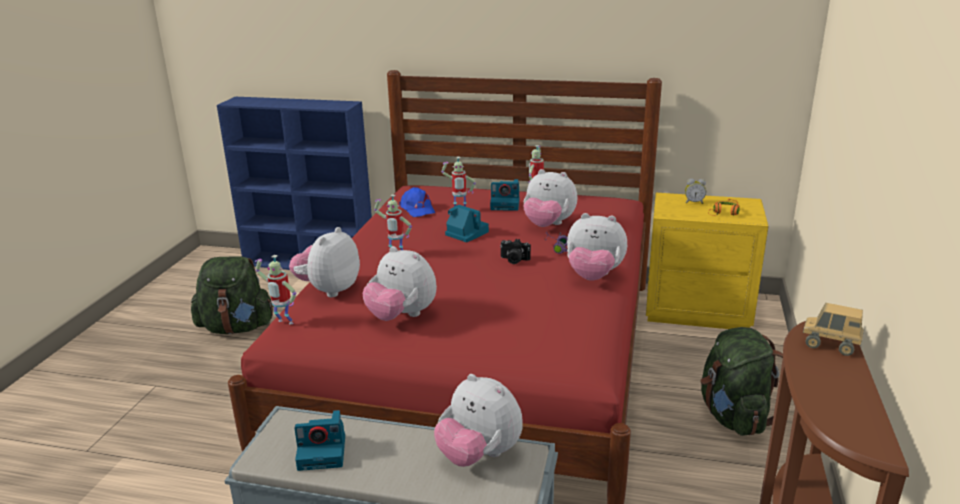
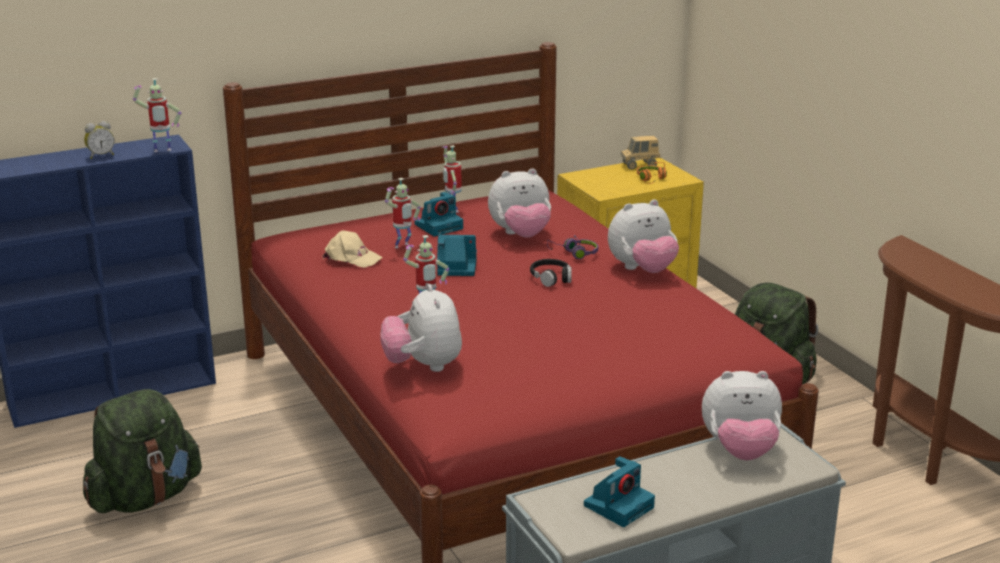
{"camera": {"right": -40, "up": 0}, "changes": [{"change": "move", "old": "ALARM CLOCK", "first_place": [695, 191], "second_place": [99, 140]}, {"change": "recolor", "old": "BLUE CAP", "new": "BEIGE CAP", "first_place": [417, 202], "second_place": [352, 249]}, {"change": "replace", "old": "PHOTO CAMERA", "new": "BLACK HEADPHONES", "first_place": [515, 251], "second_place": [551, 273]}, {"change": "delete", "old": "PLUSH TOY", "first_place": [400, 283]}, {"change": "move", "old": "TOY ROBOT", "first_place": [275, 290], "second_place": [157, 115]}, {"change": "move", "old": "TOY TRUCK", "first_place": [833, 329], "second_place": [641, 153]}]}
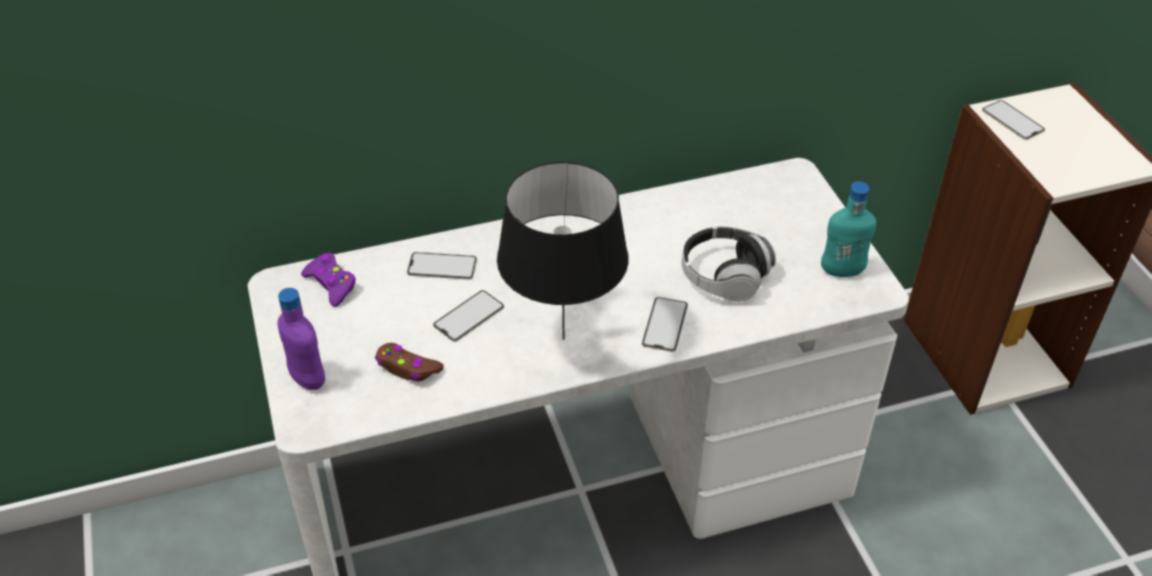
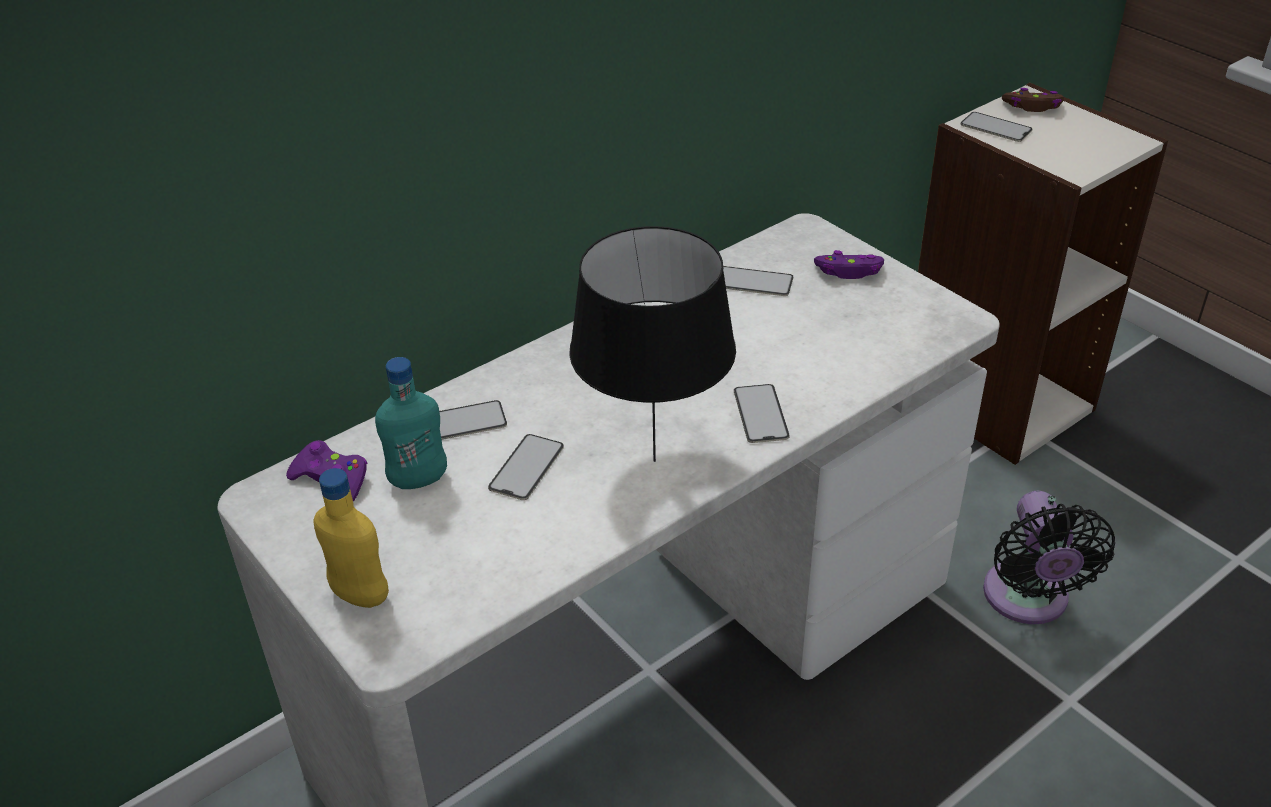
{"camera": {"right": -20, "up": -5}, "changes": [{"change": "move", "old": "TURQUOISE BOTTLE", "first_place": [849, 229], "second_place": [411, 423]}, {"change": "delete", "old": "HEADPHONES", "first_place": [729, 264]}, {"change": "recolor", "old": "PURPLE BOTTLE", "new": "YELLOW BOTTLE", "first_place": [301, 339], "second_place": [351, 538]}, {"change": "move", "old": "BROWN GAME CONTROLLER", "first_place": [409, 362], "second_place": [1033, 100]}, {"change": "insert", "new": "PURPLE GAME CONTROLLER", "second_place": [849, 264]}, {"change": "insert", "new": "PHONE", "second_place": [758, 281]}, {"change": "insert", "new": "BLACK FAN", "second_place": [1049, 557]}]}
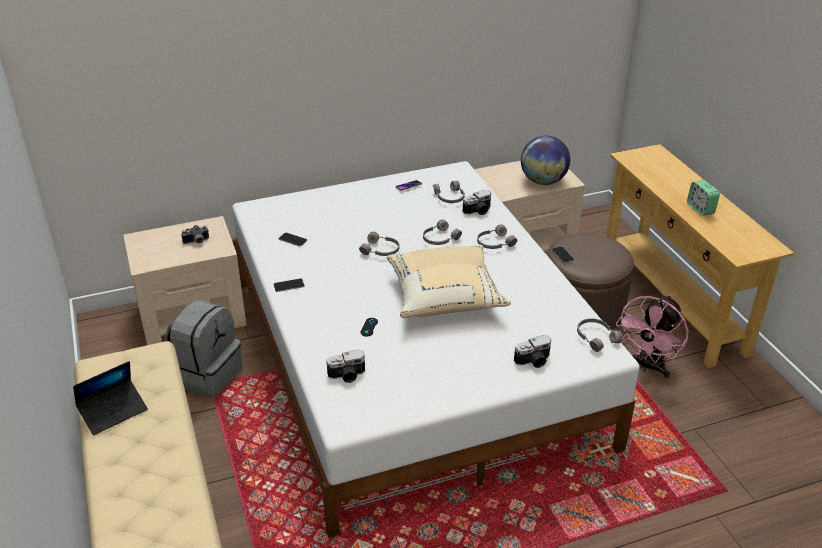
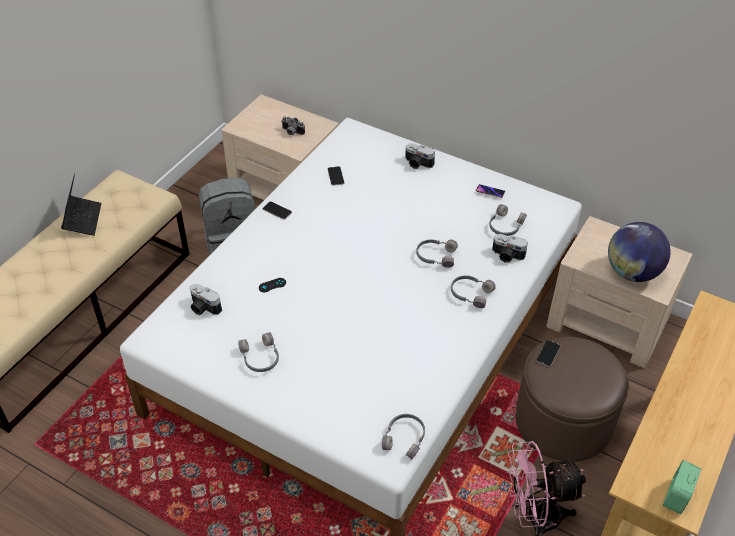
{"camera": {"right": 50, "up": 10}, "changes": [{"change": "move", "old": "ALARM CLOCK", "first_place": [703, 198], "second_place": [682, 487]}, {"change": "move", "old": "GREY HEADPHONES", "first_place": [379, 244], "second_place": [258, 352]}, {"change": "delete", "old": "BEIGE PILLOW", "first_place": [449, 281]}, {"change": "move", "old": "PHOTO CAMERA", "first_place": [532, 351], "second_place": [420, 156]}, {"change": "rotate", "old": "LAPTOP", "first_place": [110, 398], "second_place": [81, 205], "degrees": -105}]}
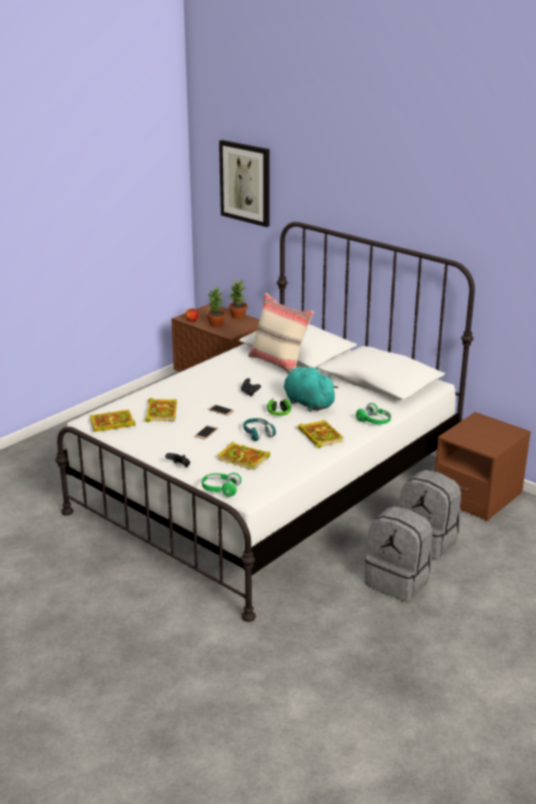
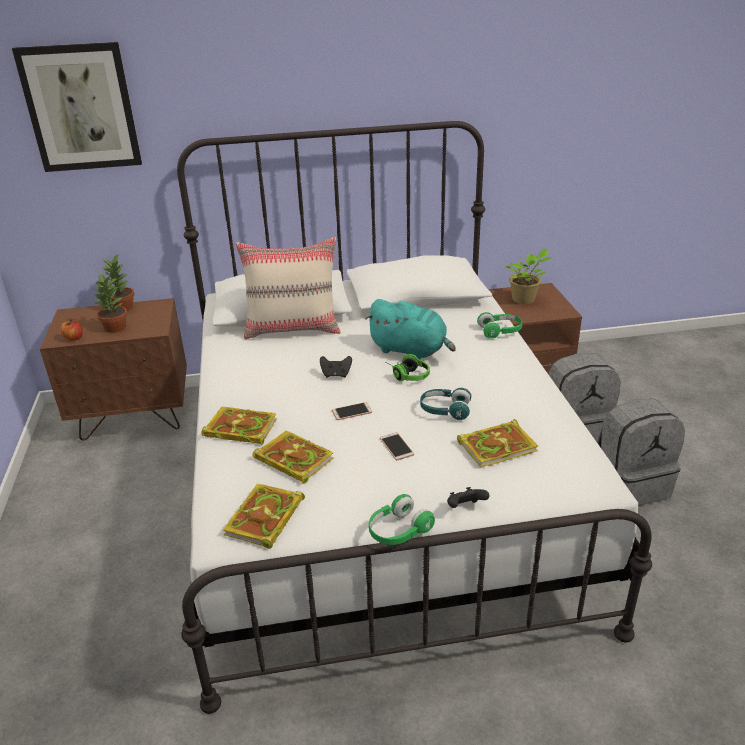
{"camera": {"right": -50, "up": 5}, "changes": [{"change": "rotate", "old": "TURQUOISE PLUSH TOY", "first_place": [311, 389], "second_place": [410, 329], "degrees": -150}, {"change": "move", "old": "BOOK", "first_place": [321, 434], "second_place": [239, 425]}, {"change": "move", "old": "GREEN HEADPHONES", "first_place": [221, 485], "second_place": [402, 519]}, {"change": "insert", "new": "POTTED PLANT", "second_place": [528, 276]}]}
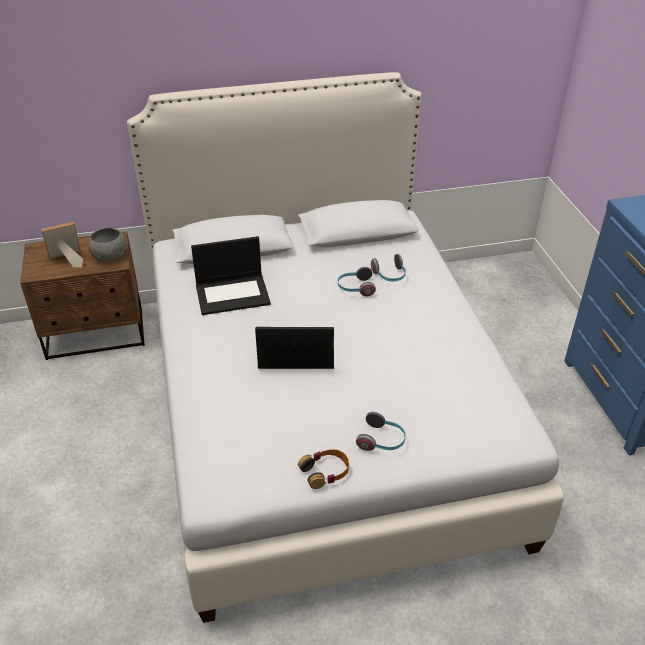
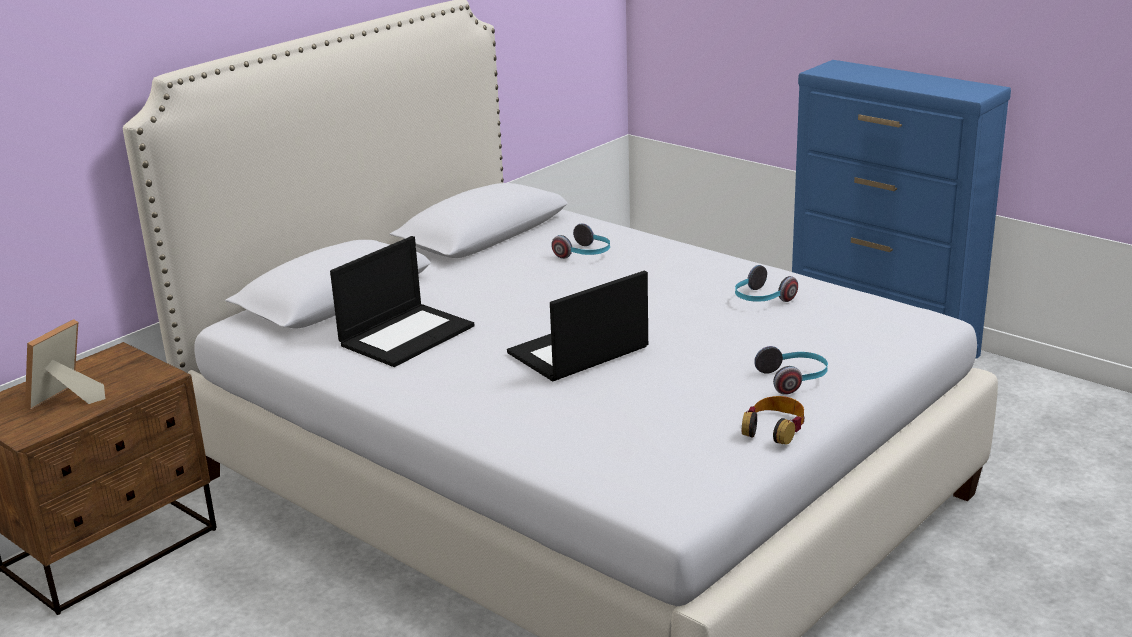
{"camera": {"right": -35, "up": -15}, "changes": [{"change": "delete", "old": "GREY BOWL", "first_place": [107, 244]}, {"change": "move", "old": "HEADPHONES", "first_place": [357, 281], "second_place": [766, 283]}]}
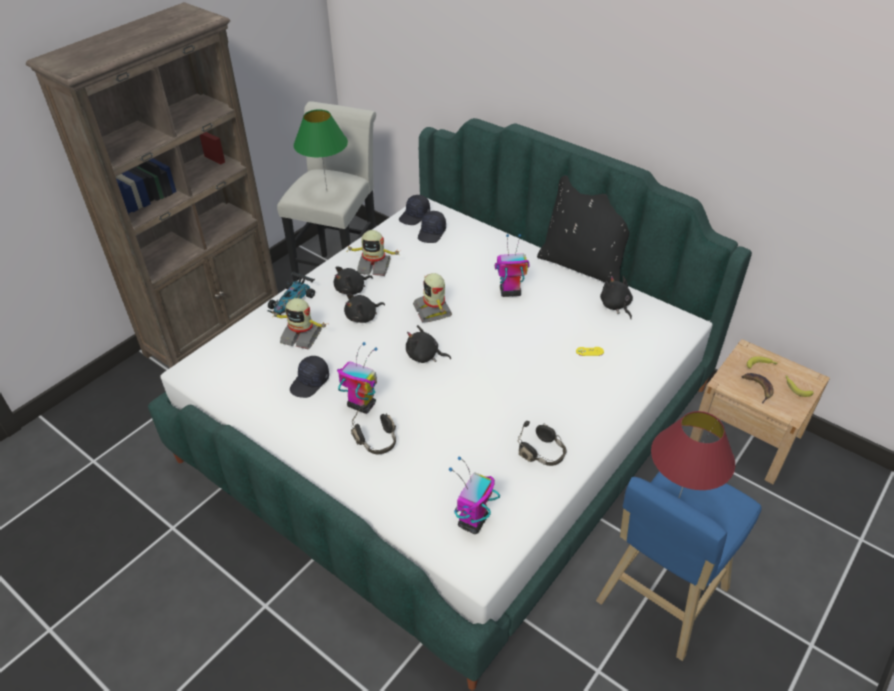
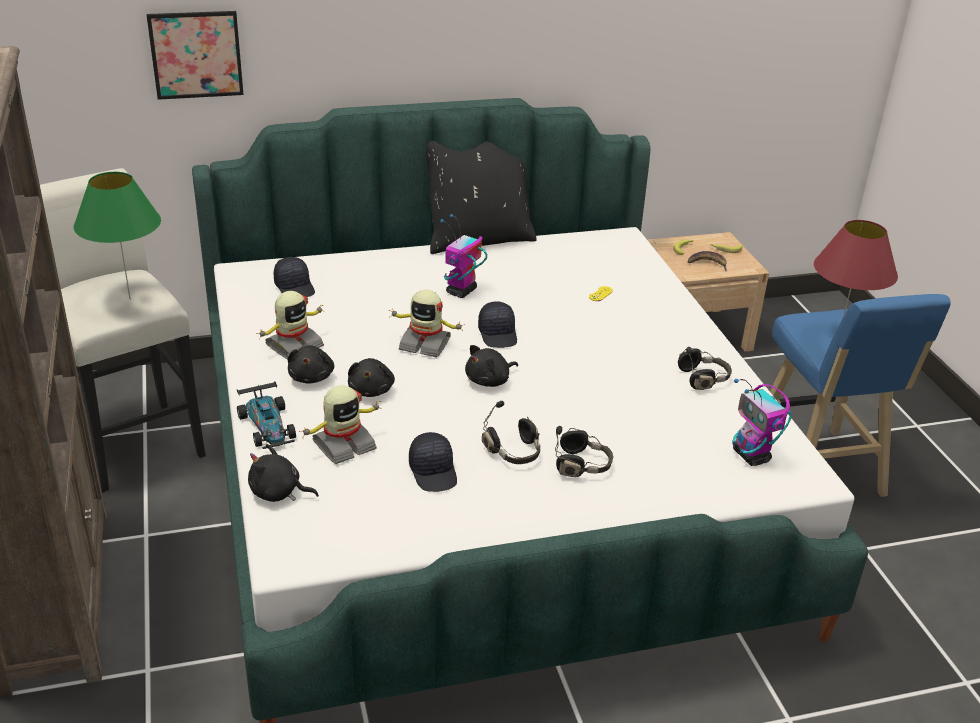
{"camera": {"right": -55, "up": -10}, "changes": [{"change": "move", "old": "BLACK CAP", "first_place": [414, 210], "second_place": [497, 324]}, {"change": "move", "old": "BLACK PLUSH TOY", "first_place": [616, 297], "second_place": [283, 473]}, {"change": "replace", "old": "TOY ROBOT", "new": "BLACK HEADPHONES", "first_place": [357, 378], "second_place": [511, 432]}, {"change": "insert", "new": "PICTURE", "second_place": [195, 55]}]}
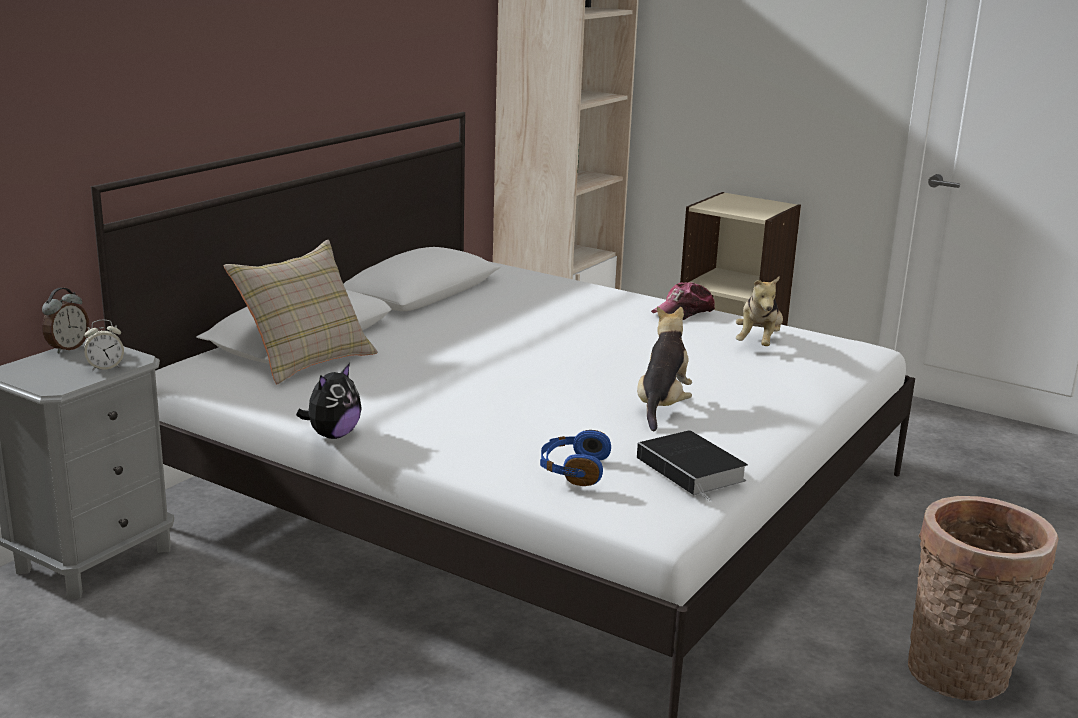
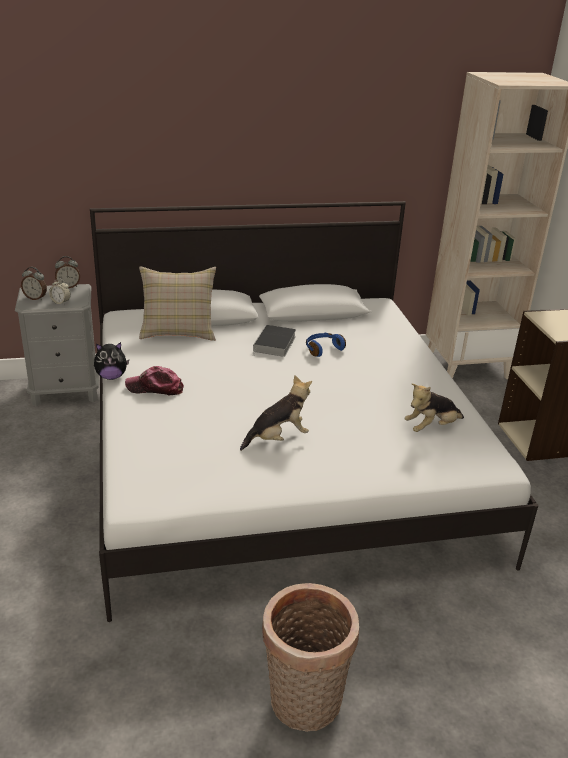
{"camera": {"right": 45, "up": 10}, "changes": [{"change": "move", "old": "CAP", "first_place": [683, 301], "second_place": [154, 380]}, {"change": "move", "old": "BLUE HEADPHONES", "first_place": [575, 458], "second_place": [326, 345]}, {"change": "move", "old": "BOOK", "first_place": [692, 466], "second_place": [274, 341]}, {"change": "insert", "new": "ALARM CLOCK", "second_place": [34, 283]}]}
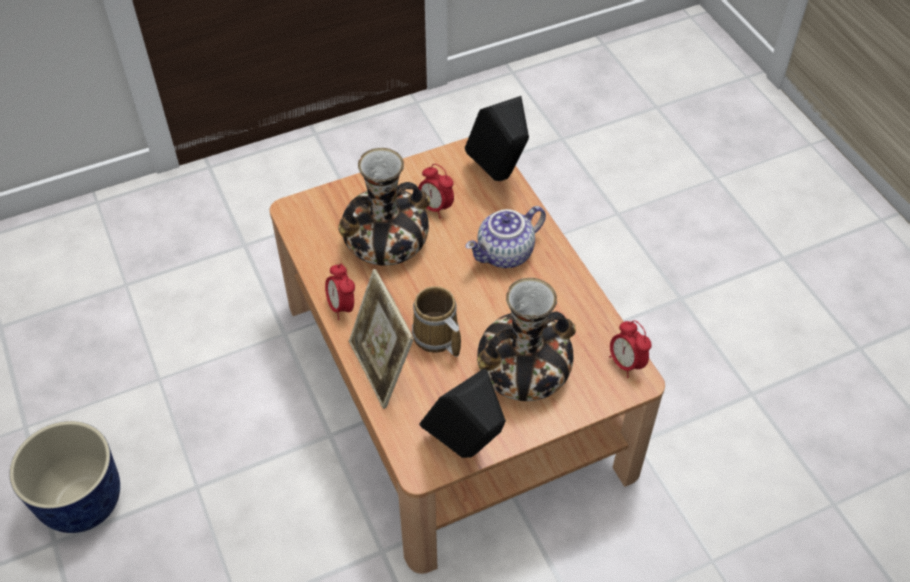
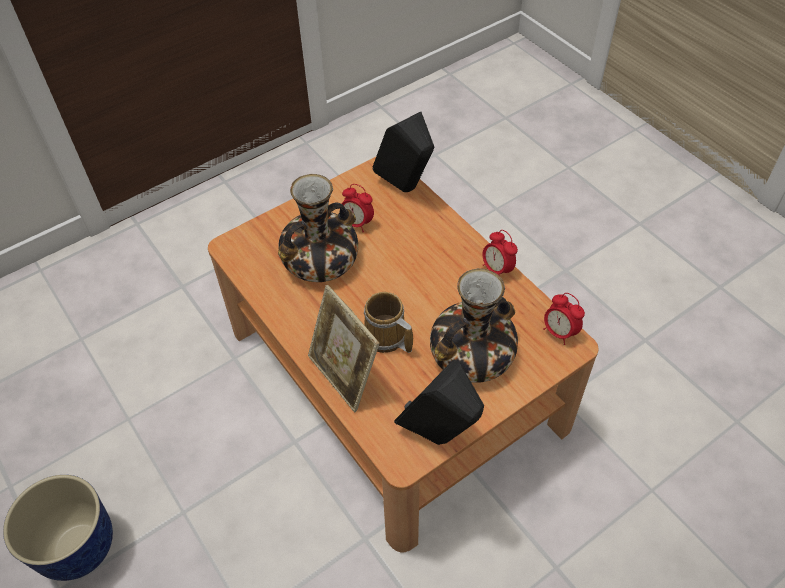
{"camera": {"right": -10, "up": 0}, "changes": [{"change": "delete", "old": "TEAPOT", "first_place": [506, 237]}, {"change": "move", "old": "ALARM CLOCK", "first_place": [340, 291], "second_place": [500, 253]}]}
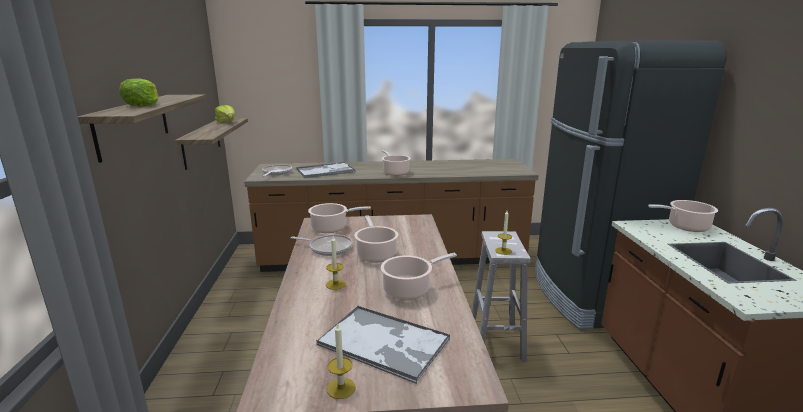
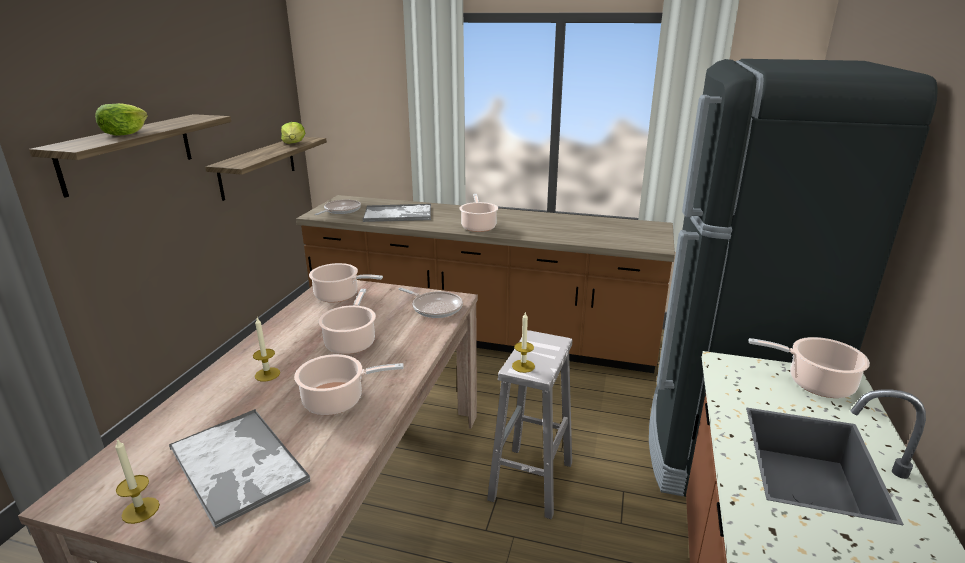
{"camera": {"right": 20, "up": 5}, "changes": [{"change": "move", "old": "FRYING PAN", "first_place": [322, 245], "second_place": [430, 303]}]}
